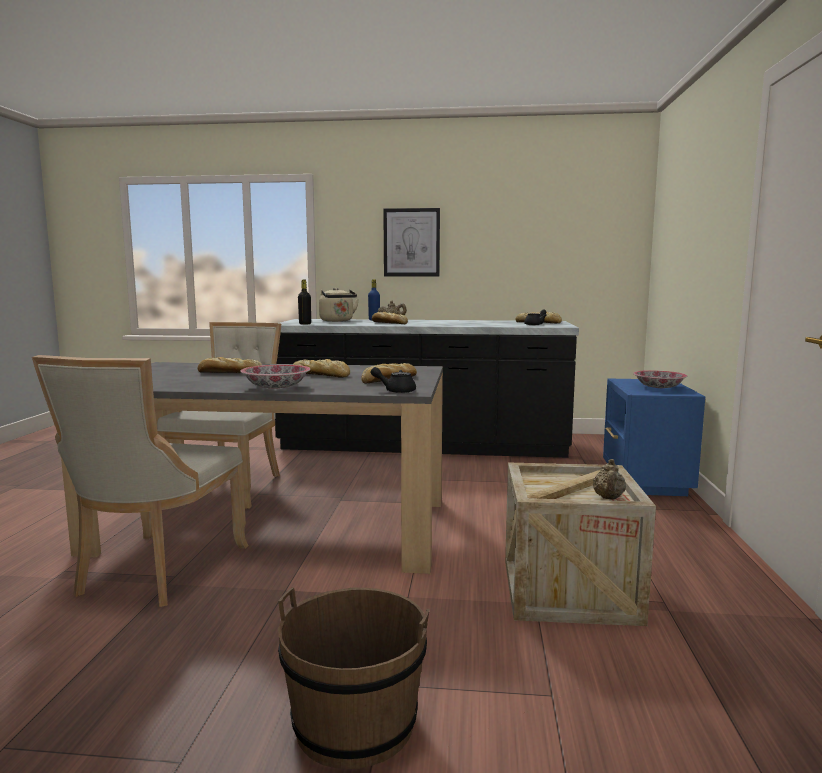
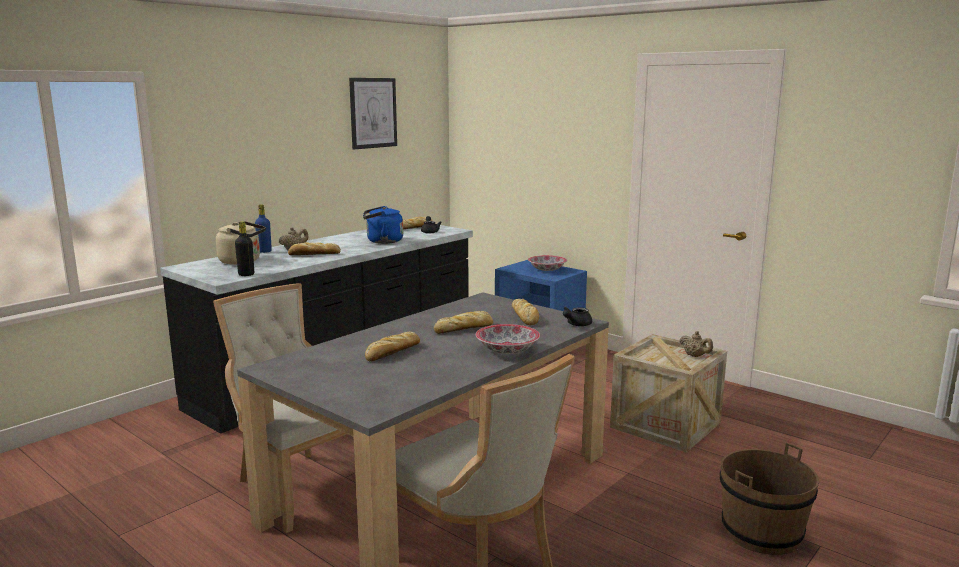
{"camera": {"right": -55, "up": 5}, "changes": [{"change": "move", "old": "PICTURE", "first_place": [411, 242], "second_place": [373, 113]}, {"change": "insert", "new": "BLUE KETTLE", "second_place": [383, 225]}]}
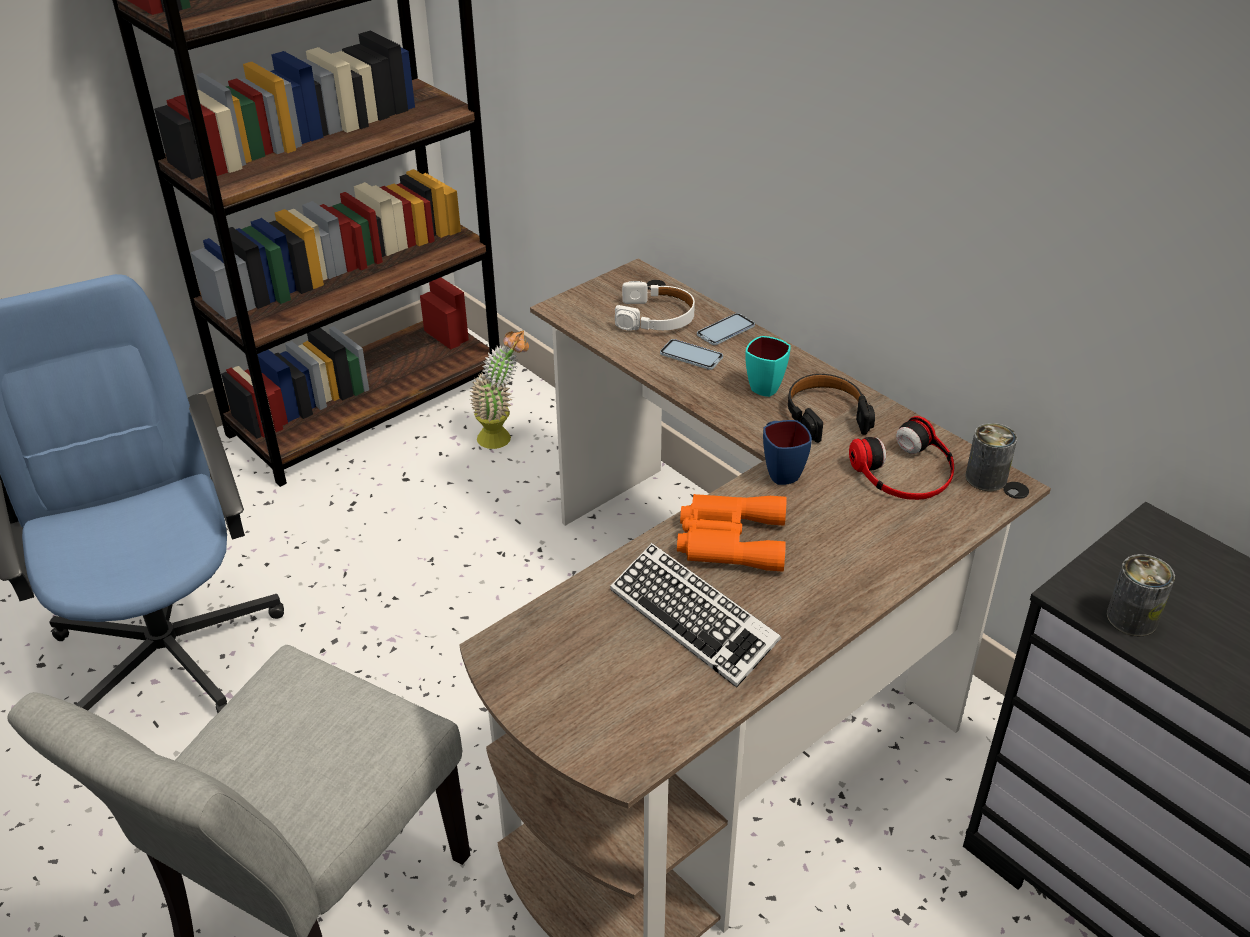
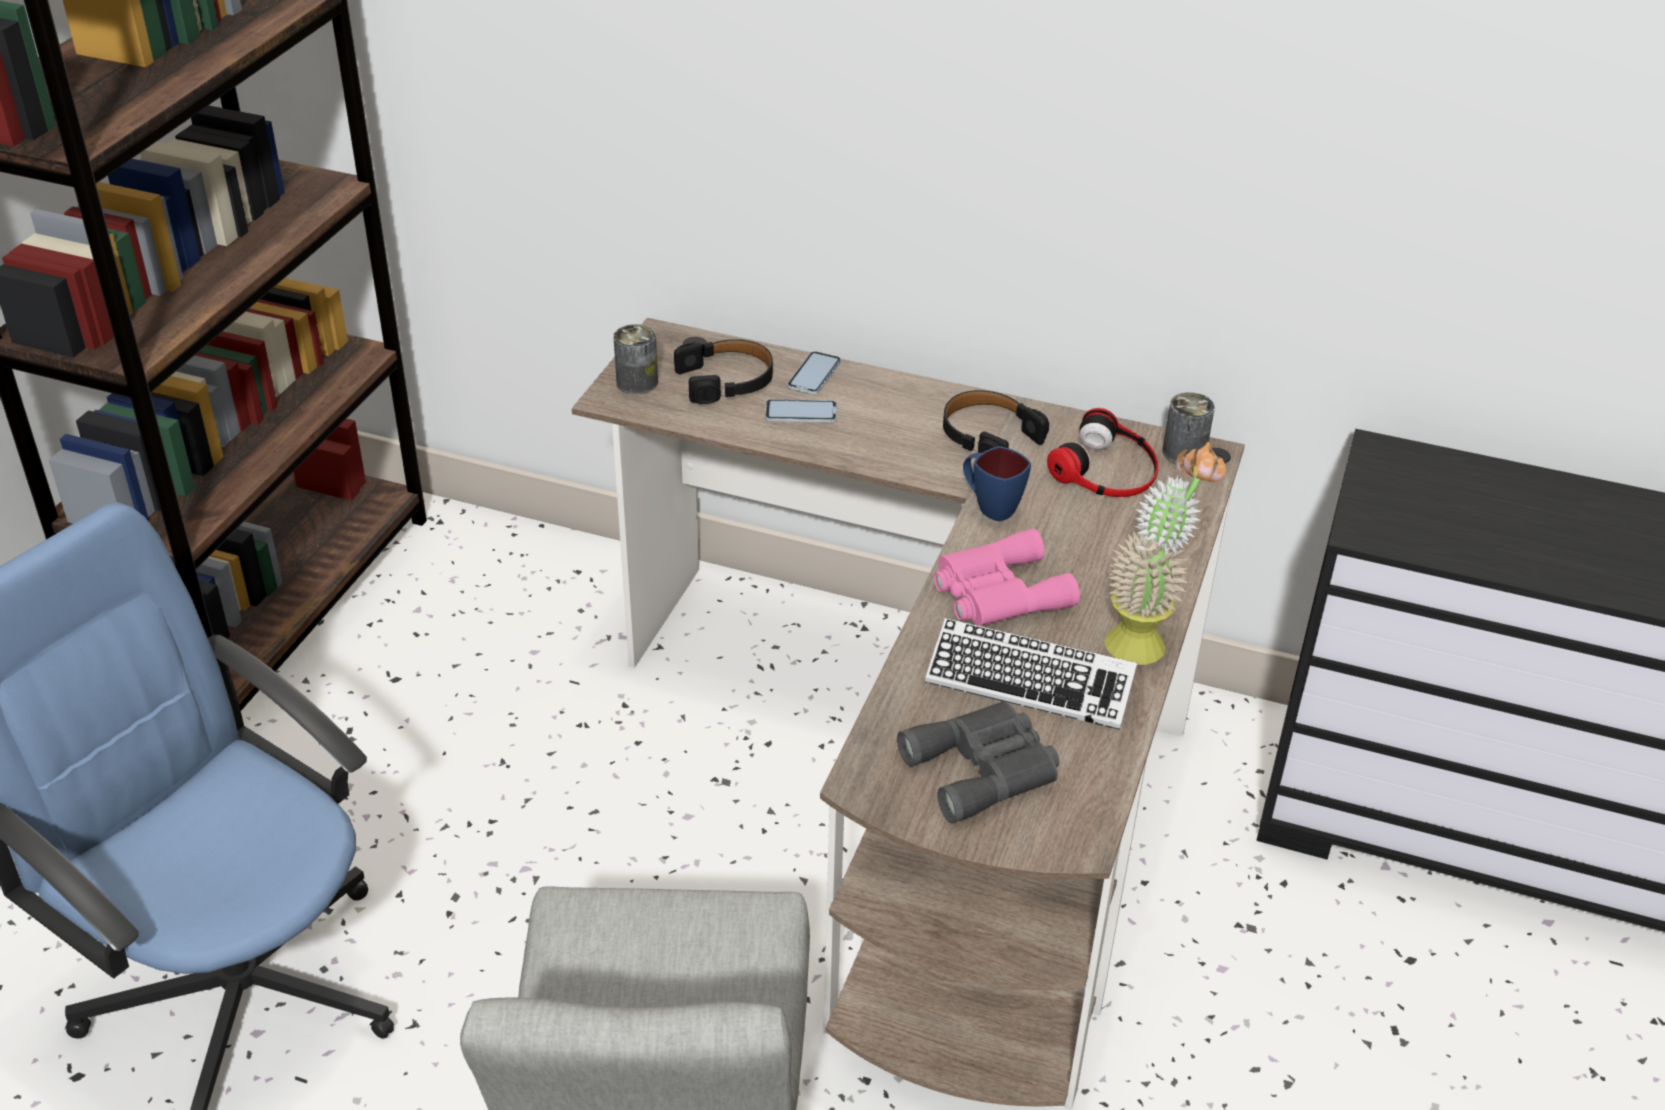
{"camera": {"right": -30, "up": 0}, "changes": [{"change": "recolor", "old": "WHITE HEADPHONES", "new": "BLACK HEADPHONES", "first_place": [655, 306], "second_place": [723, 371]}, {"change": "move", "old": "POTTED PLANT", "first_place": [499, 390], "second_place": [1165, 553]}, {"change": "delete", "old": "TURQUOISE MUG", "first_place": [768, 366]}, {"change": "recolor", "old": "ORANGE BINOCULARS", "new": "PINK BINOCULARS", "first_place": [732, 533], "second_place": [1007, 577]}, {"change": "move", "old": "CAN", "first_place": [1140, 595], "second_place": [635, 359]}, {"change": "insert", "new": "GREY BINOCULARS", "second_place": [978, 762]}]}
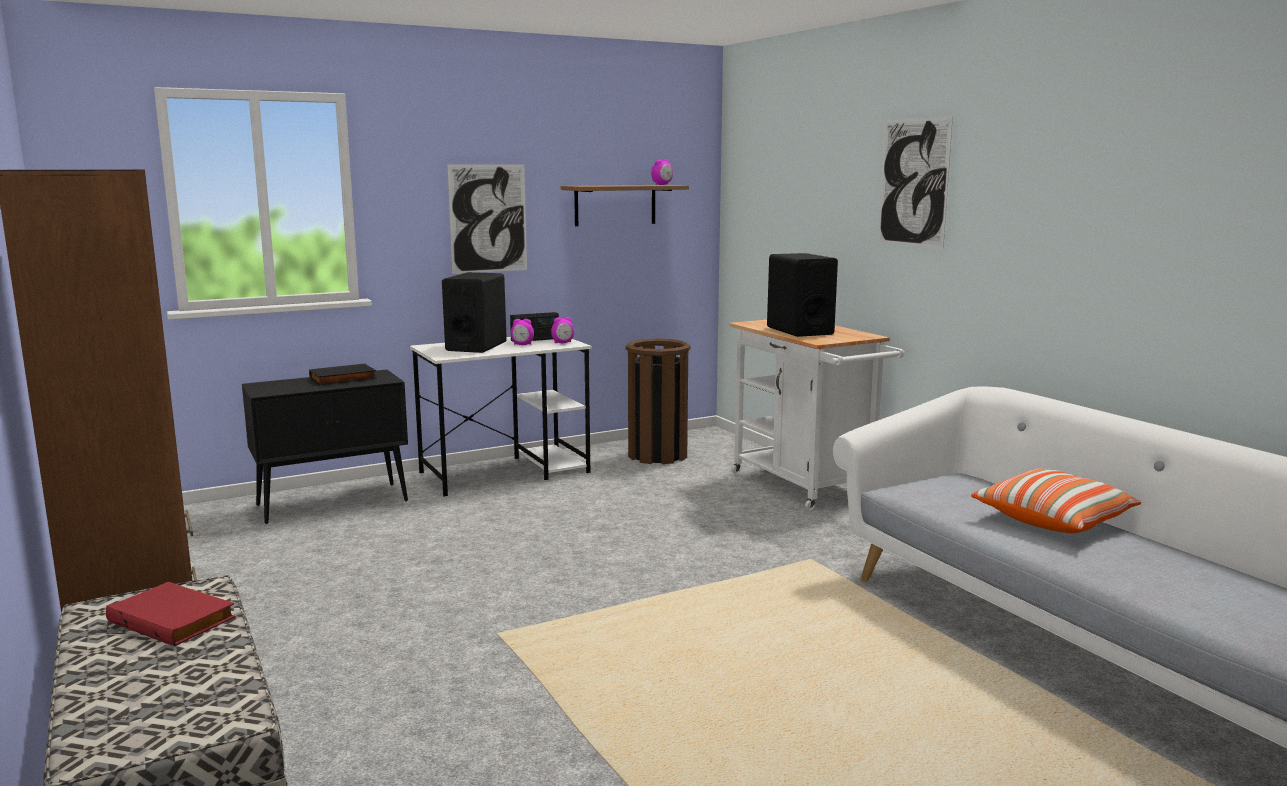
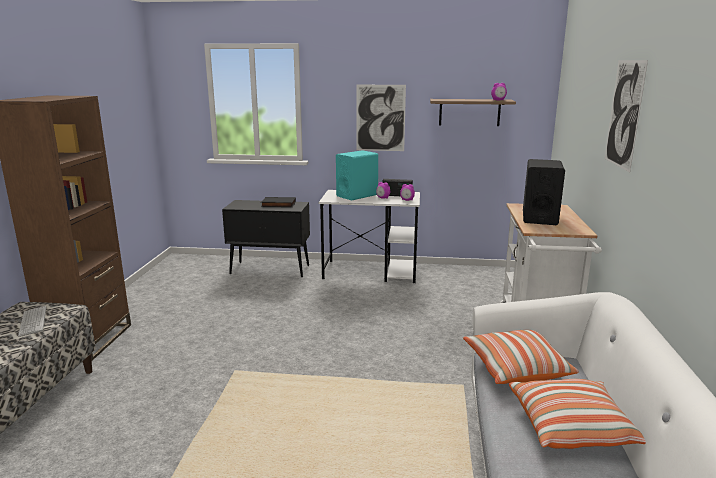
{"camera": {"right": 35, "up": 5}, "changes": [{"change": "recolor", "old": "BLACK SPEAKER", "new": "TURQUOISE SPEAKER", "first_place": [474, 312], "second_place": [357, 175]}, {"change": "delete", "old": "BROWN TRASH CAN", "first_place": [658, 401]}, {"change": "replace", "old": "RED BOOK", "new": "KEYBOARD", "first_place": [171, 614], "second_place": [32, 321]}, {"change": "insert", "new": "PILLOW", "second_place": [521, 357]}]}
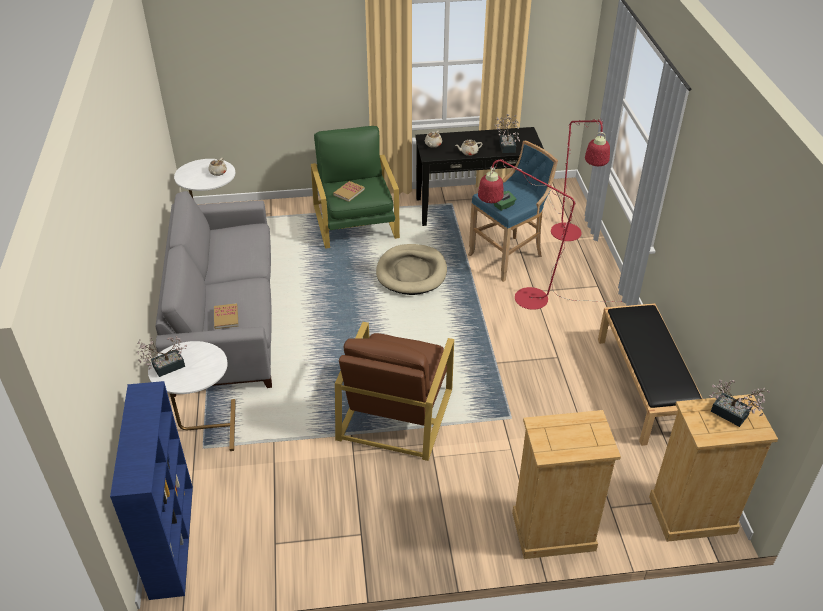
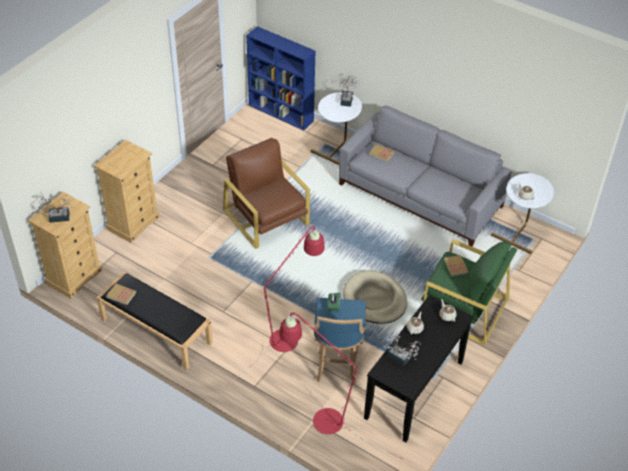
{"camera": {"right": 130, "up": 5}, "changes": [{"change": "insert", "new": "BOOK", "second_place": [121, 294]}]}
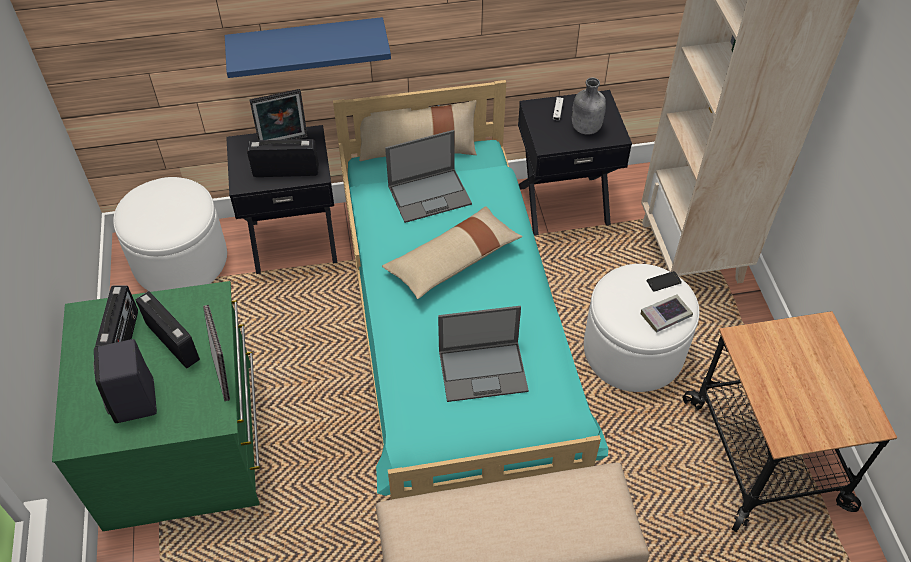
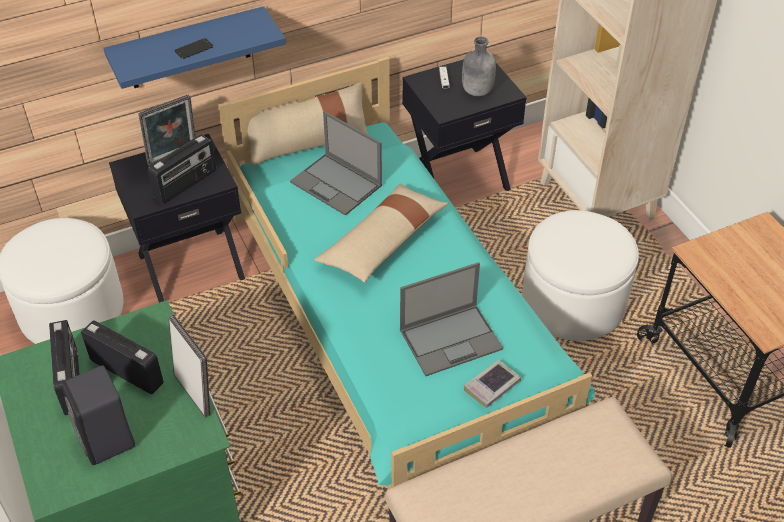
{"camera": {"right": -15, "up": -5}, "changes": [{"change": "rotate", "old": "LAPTOP", "first_place": [428, 176], "second_place": [336, 163], "degrees": 75}, {"change": "rotate", "old": "RADIO", "first_place": [283, 158], "second_place": [182, 169], "degrees": 150}, {"change": "move", "old": "PHONE", "first_place": [664, 281], "second_place": [194, 48]}, {"change": "move", "old": "BOOK", "first_place": [667, 314], "second_place": [492, 384]}]}
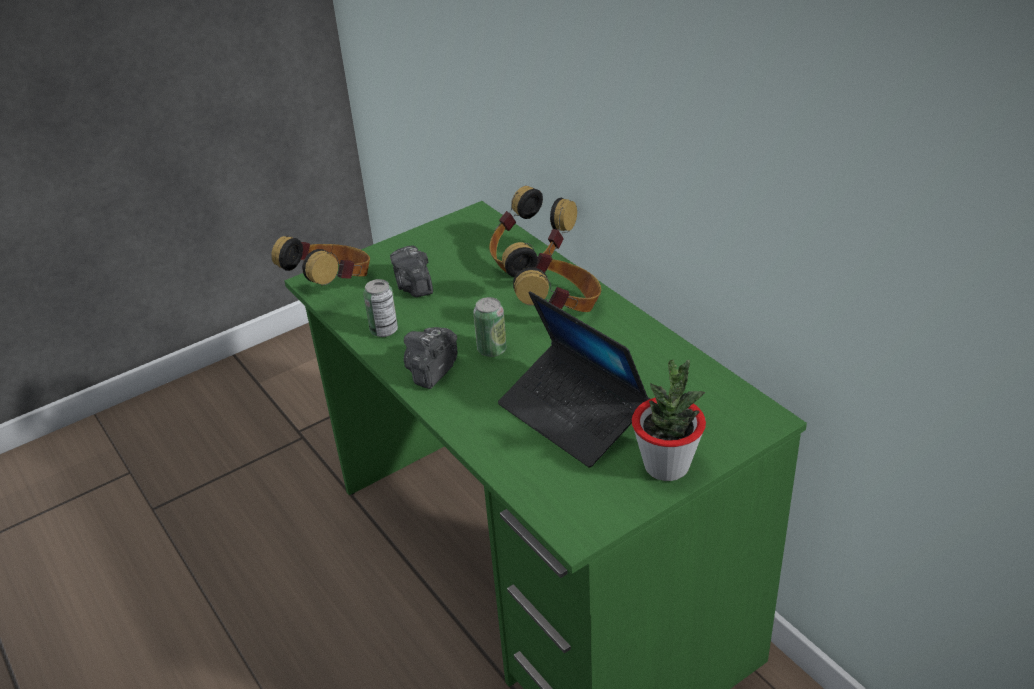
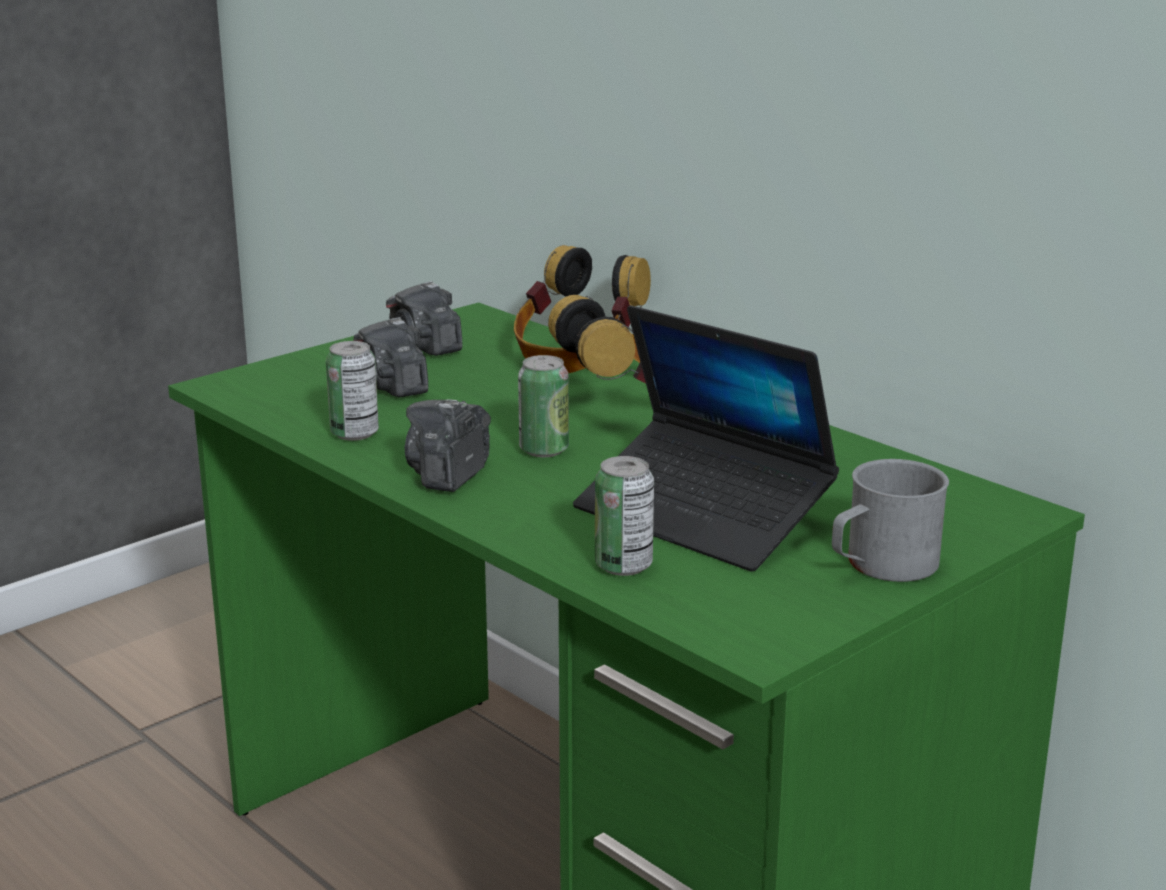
{"camera": {"right": -10, "up": -15}, "changes": [{"change": "delete", "old": "HEADPHONES", "first_place": [320, 260]}, {"change": "replace", "old": "POTTED PLANT", "new": "GREY MUG", "first_place": [669, 420], "second_place": [890, 520]}, {"change": "insert", "new": "PHOTO CAMERA", "second_place": [424, 318]}, {"change": "insert", "new": "CAN", "second_place": [624, 516]}]}
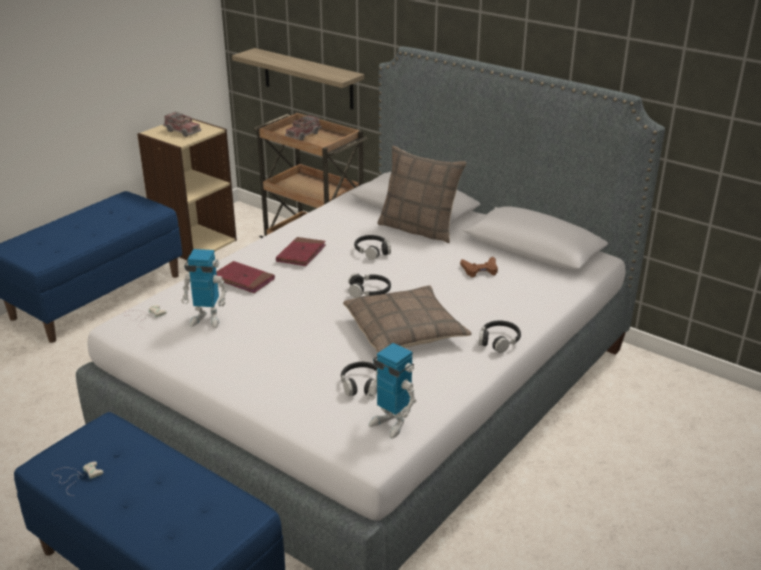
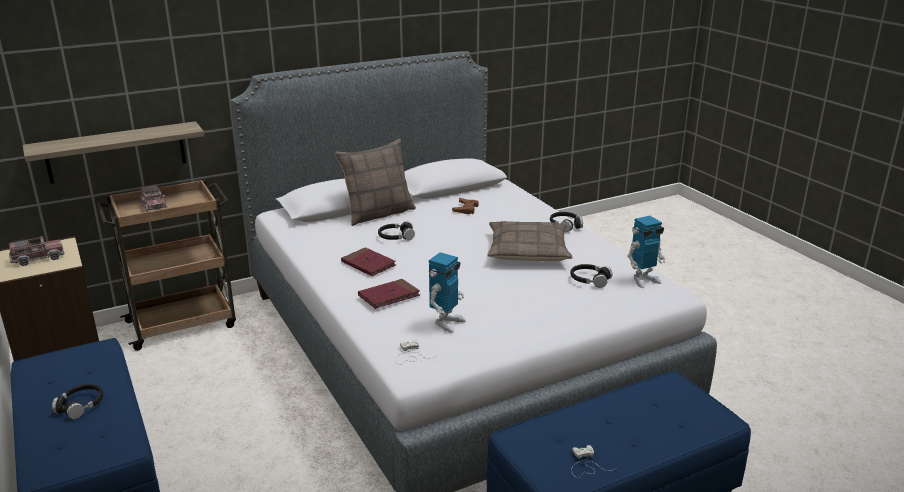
{"camera": {"right": -65, "up": -5}, "changes": [{"change": "move", "old": "BLACK HEADPHONES", "first_place": [369, 285], "second_place": [77, 401]}]}
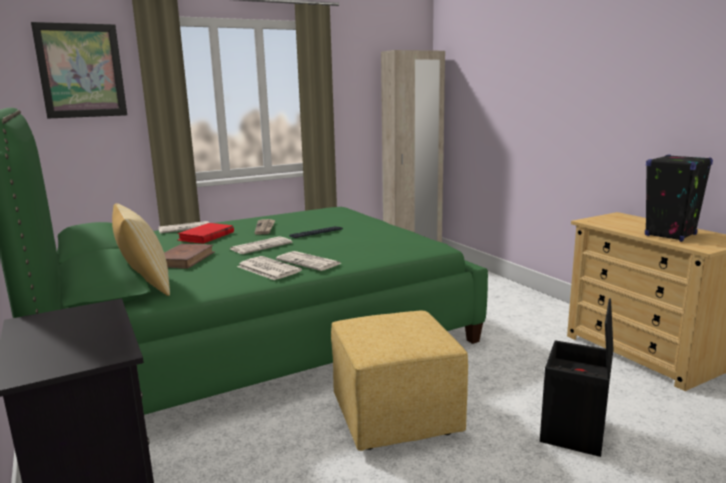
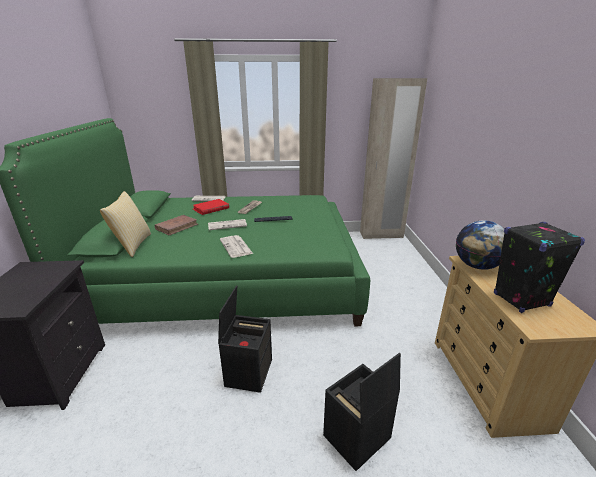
{"camera": {"right": 25, "up": 10}, "changes": [{"change": "delete", "old": "PICTURE", "first_place": [79, 70]}, {"change": "delete", "old": "NEWSPAPER", "first_place": [269, 268]}, {"change": "replace", "old": "YELLOW OTTOMAN", "new": "BLACK STORAGE BOX", "first_place": [399, 381], "second_place": [245, 339]}, {"change": "insert", "new": "GLOBE", "second_place": [480, 245]}]}
